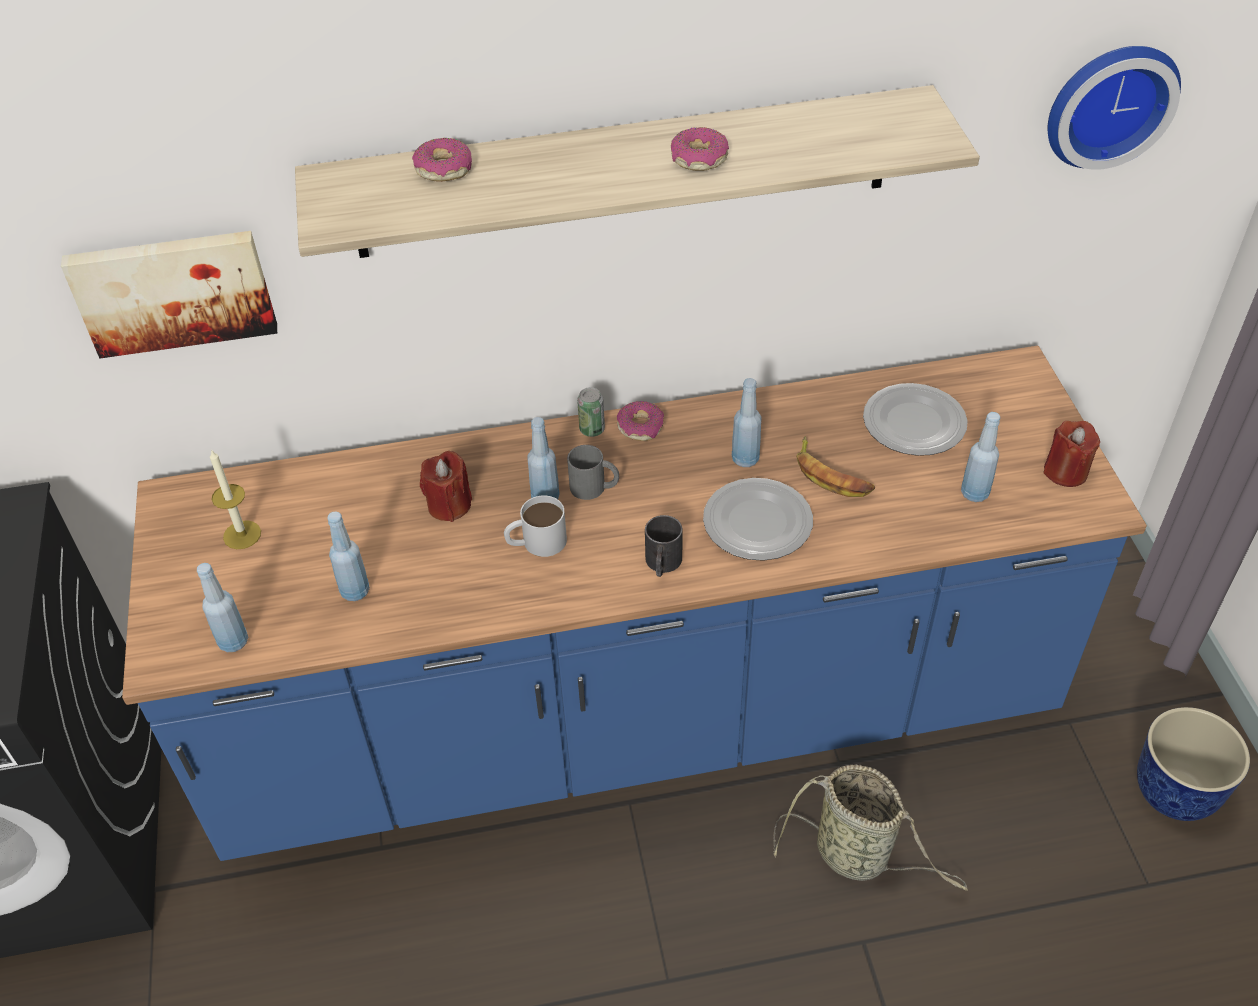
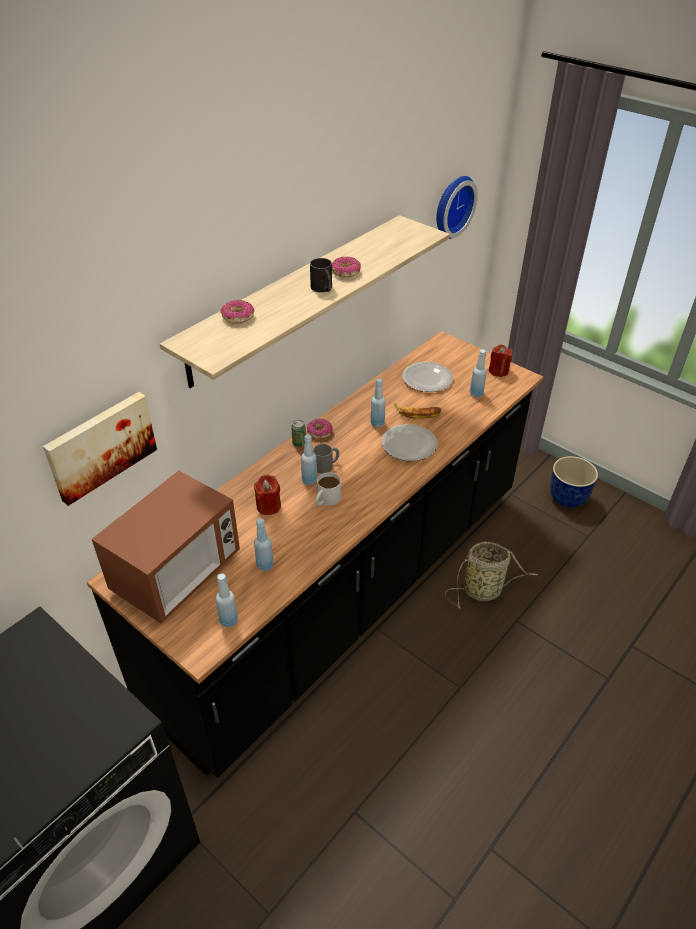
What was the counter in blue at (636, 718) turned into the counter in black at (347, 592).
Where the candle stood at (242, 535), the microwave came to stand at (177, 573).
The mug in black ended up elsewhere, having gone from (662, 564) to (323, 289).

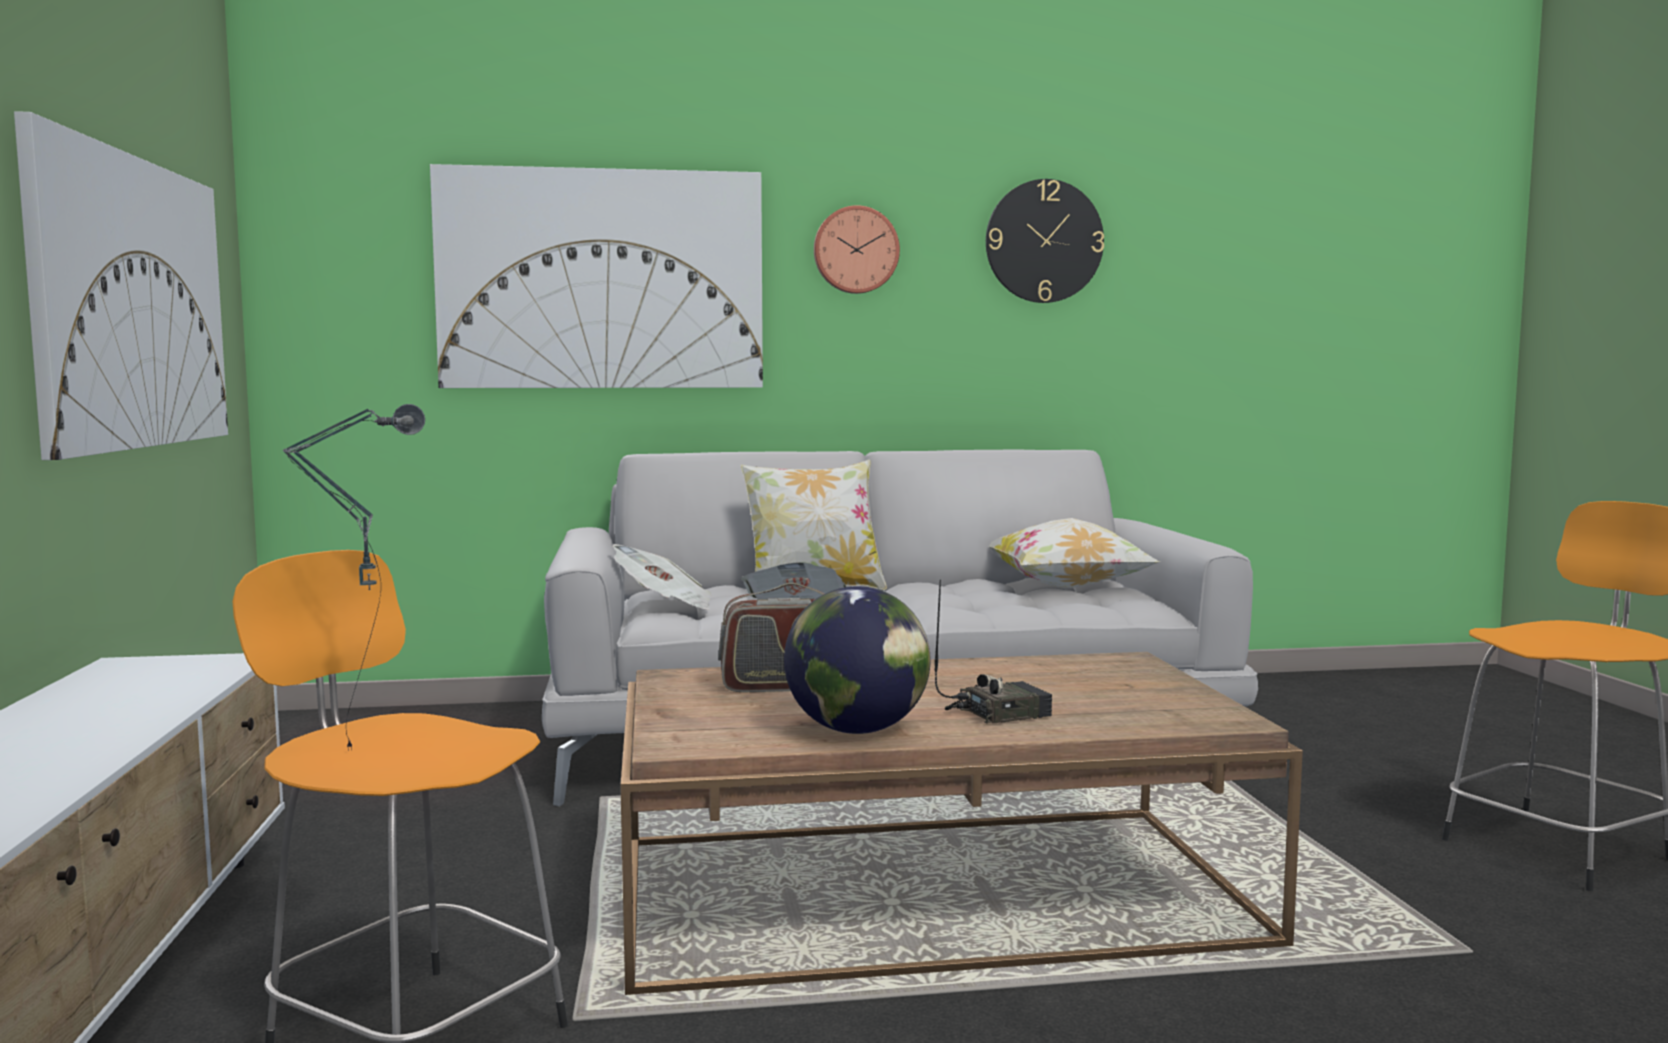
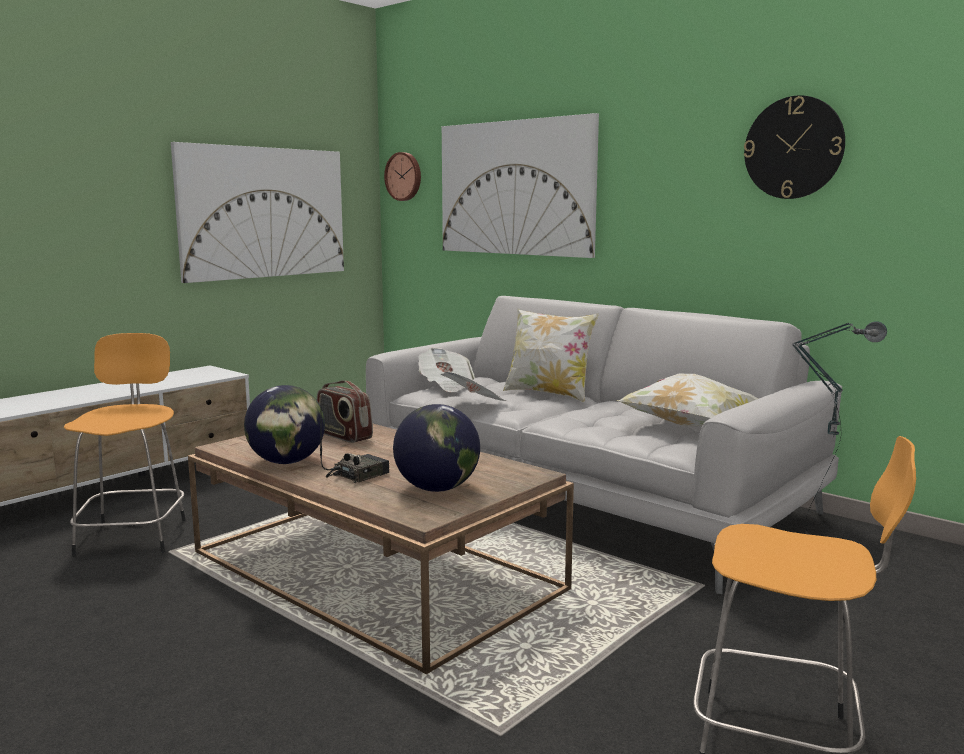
The radio at (998, 713) ended up facing another way, 75 degrees counterclockwise from before.
The wall clock ended up elsewhere, having gone from (855, 250) to (404, 176).
The second view gained the globe at (437, 488).
The table lamp ended up elsewhere, having gone from (369, 743) to (820, 531).

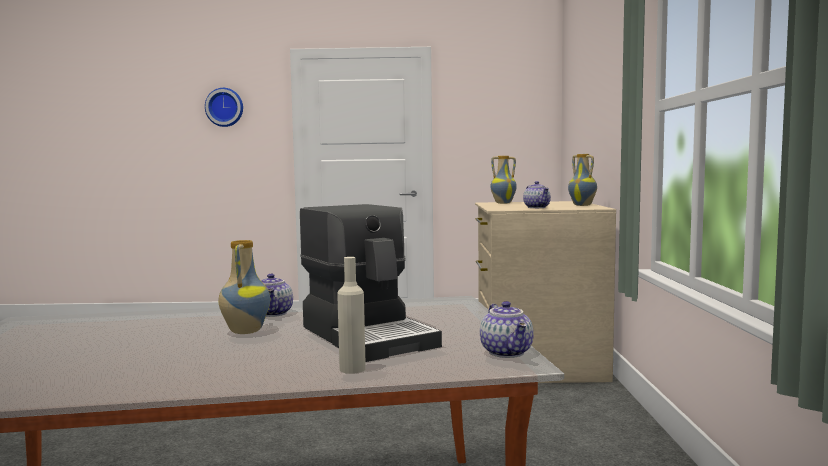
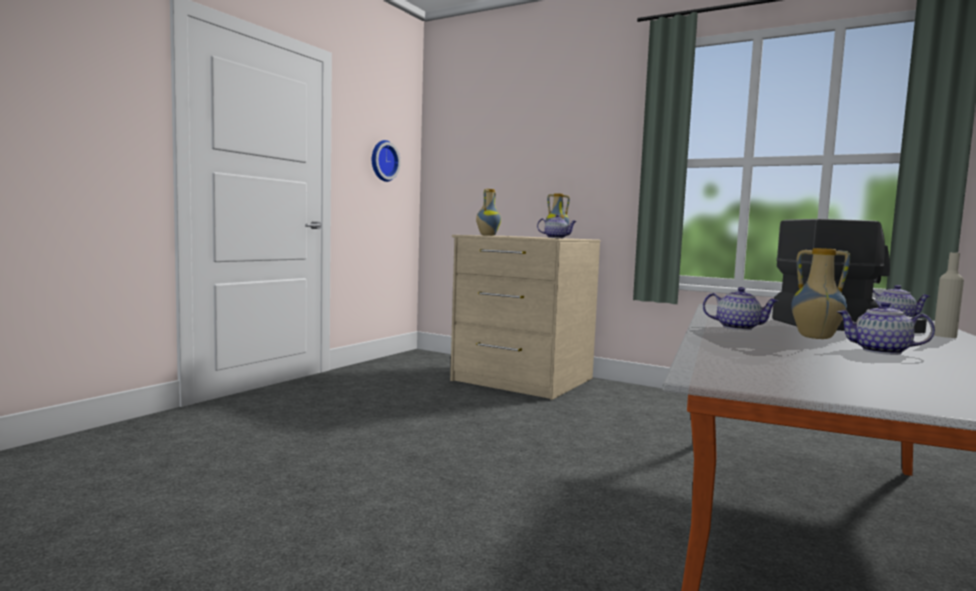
The wall clock ended up elsewhere, having gone from (225, 107) to (382, 161).
The second view gained the teapot at (880, 351).

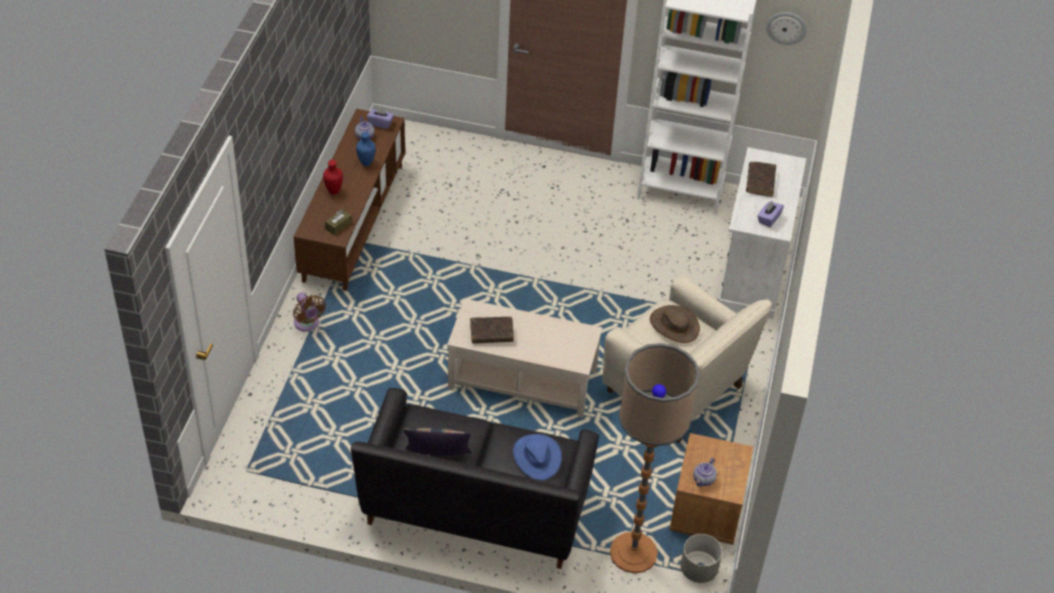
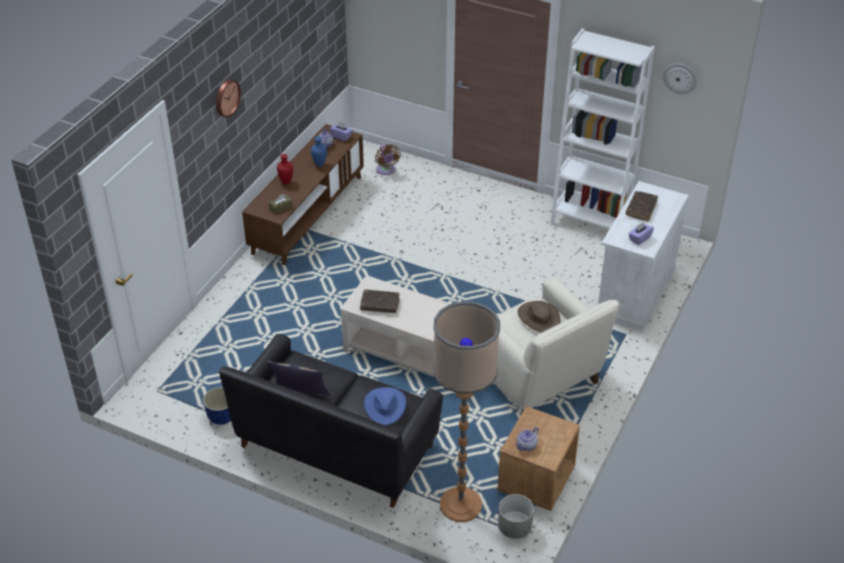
The second view gained the planter at (221, 417).
The second view gained the wall clock at (226, 97).
The fan in brown ended up elsewhere, having gone from (307, 324) to (386, 170).

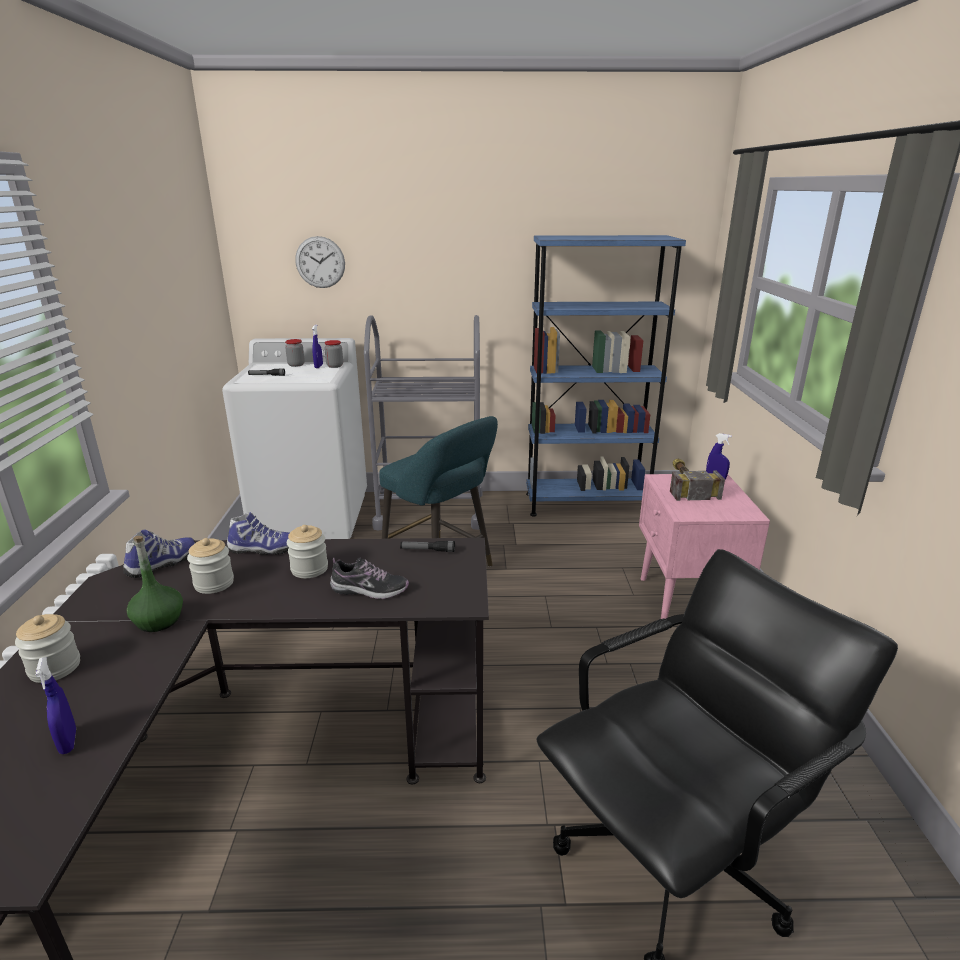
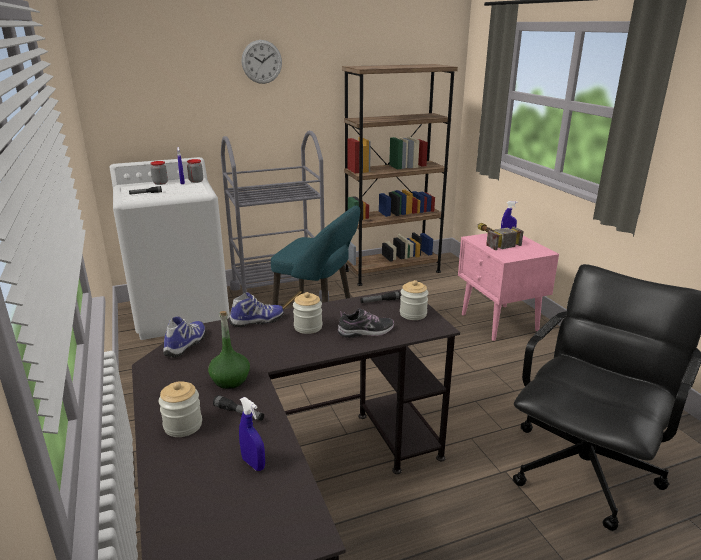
The second view gained the flashlight at (239, 413).
The wall clock ended up elsewhere, having gone from (320, 262) to (261, 62).
What was the bookcase in blue at (586, 503) turned into the bookcase in brown at (392, 271).
The jar ended up elsewhere, having gone from (214, 583) to (413, 314).

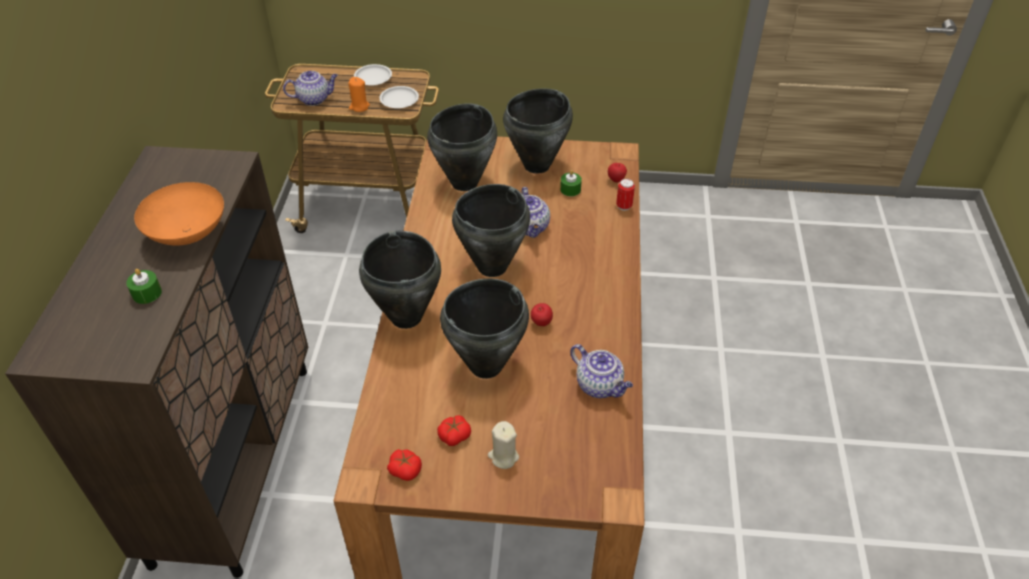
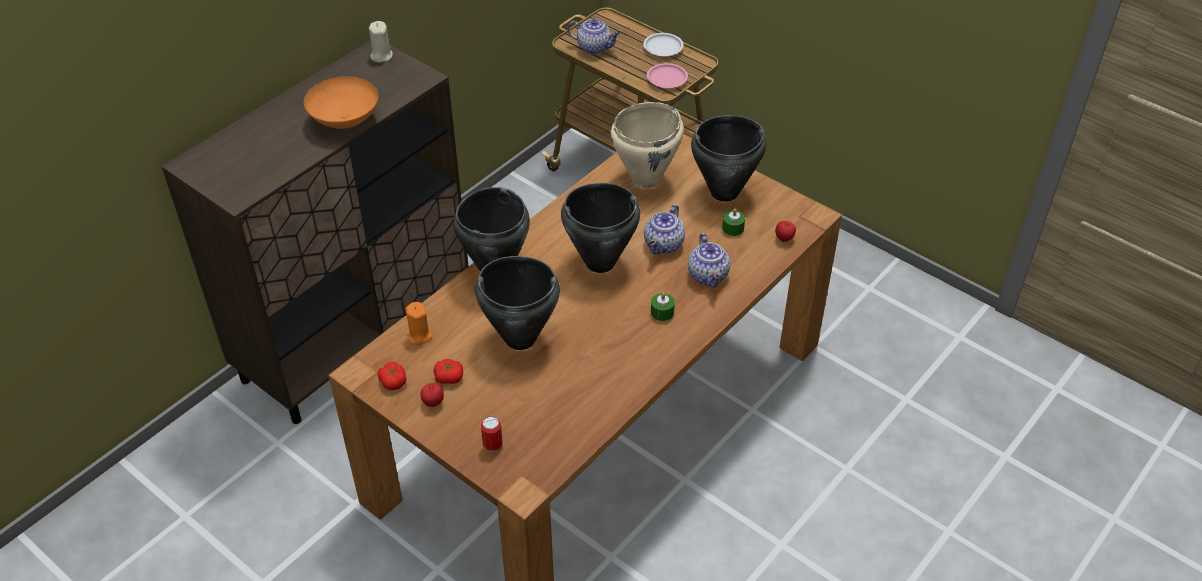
The candle in beige ended up elsewhere, having gone from (503, 456) to (381, 56).
The candle in orange ended up elsewhere, having gone from (359, 106) to (419, 335).
The apple ended up elsewhere, having gone from (541, 323) to (433, 403).
The can ended up elsewhere, having gone from (624, 206) to (492, 445).
What was the cooking pot in black at (465, 182) turned into the cooking pot in beige at (646, 179).
What was the plate in white at (399, 100) turned into the plate in pink at (666, 78).
The candle in green ended up elsewhere, having gone from (147, 293) to (662, 312).
The teapot ended up elsewhere, having gone from (600, 385) to (708, 276).

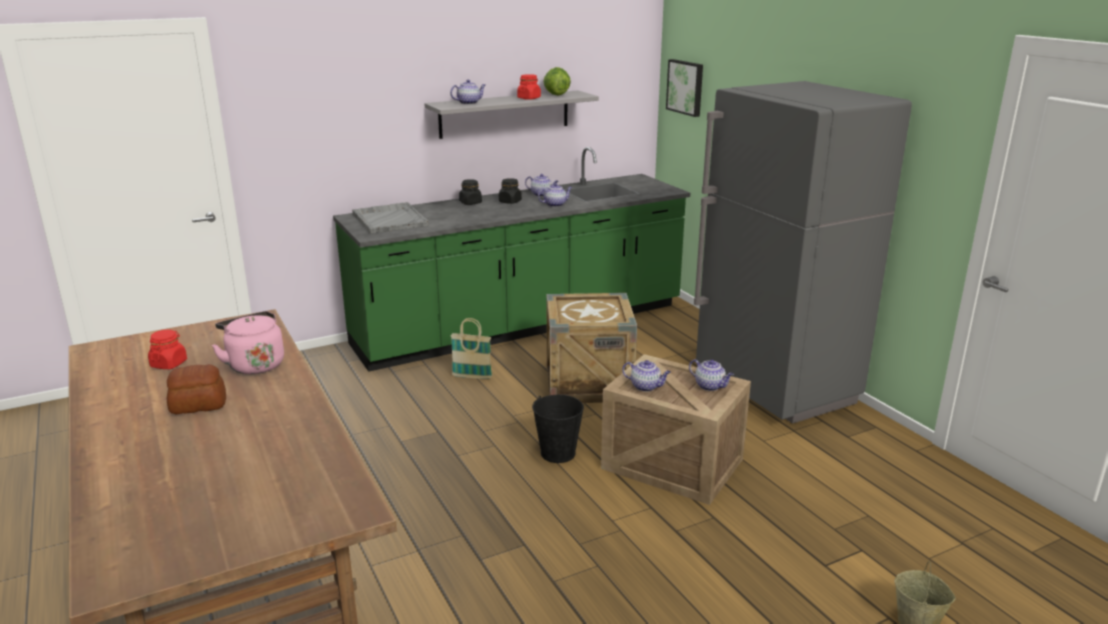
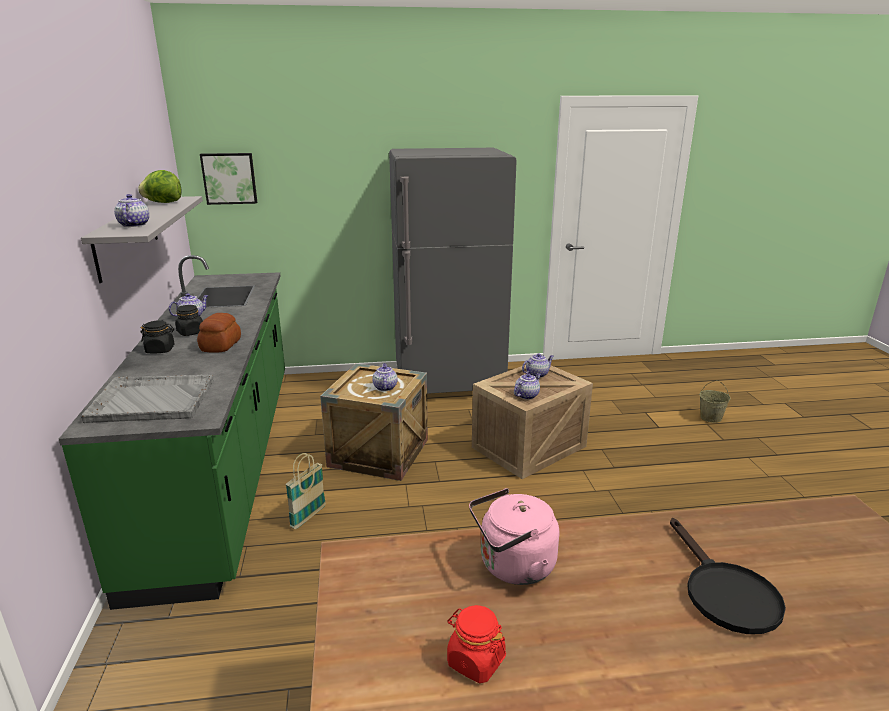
The bread ended up elsewhere, having gone from (198, 405) to (220, 345).
The teapot ended up elsewhere, having gone from (555, 204) to (385, 387).
The second view gained the frying pan in black at (724, 592).
The second view lost the jar in red at (529, 98).
The second view lost the bucket in black at (558, 453).

